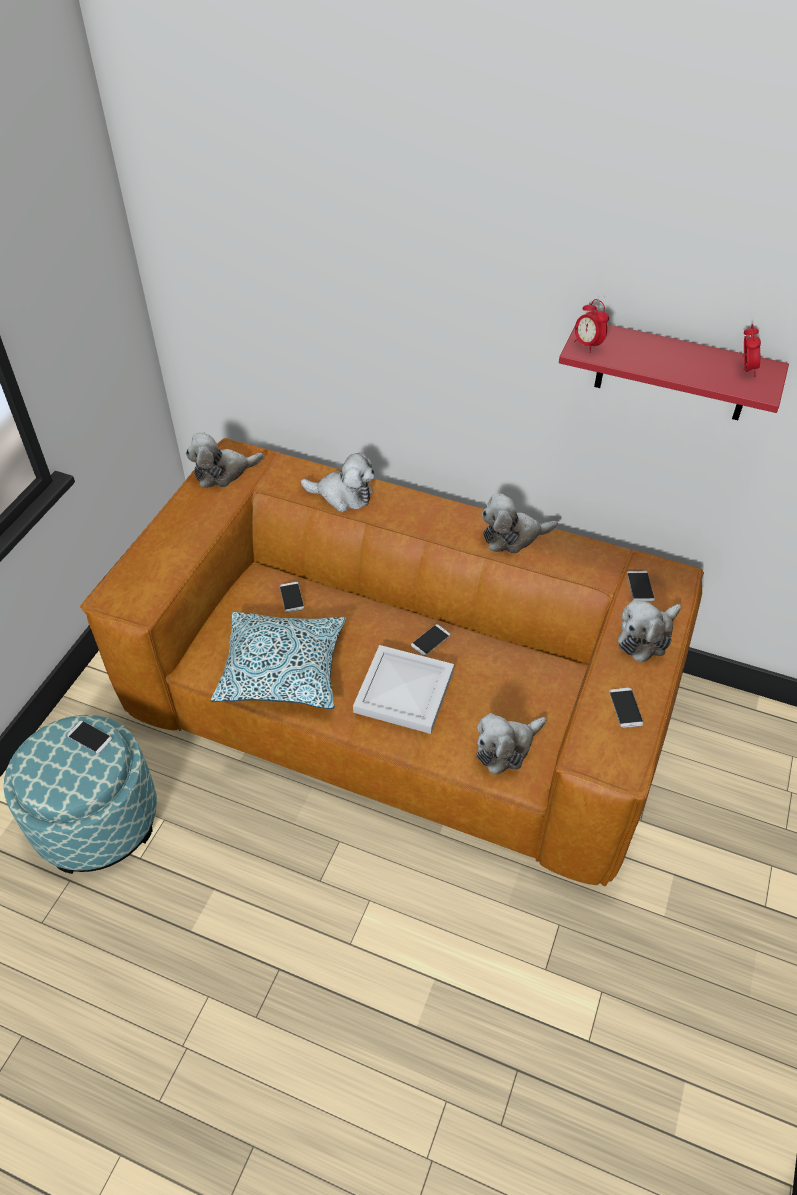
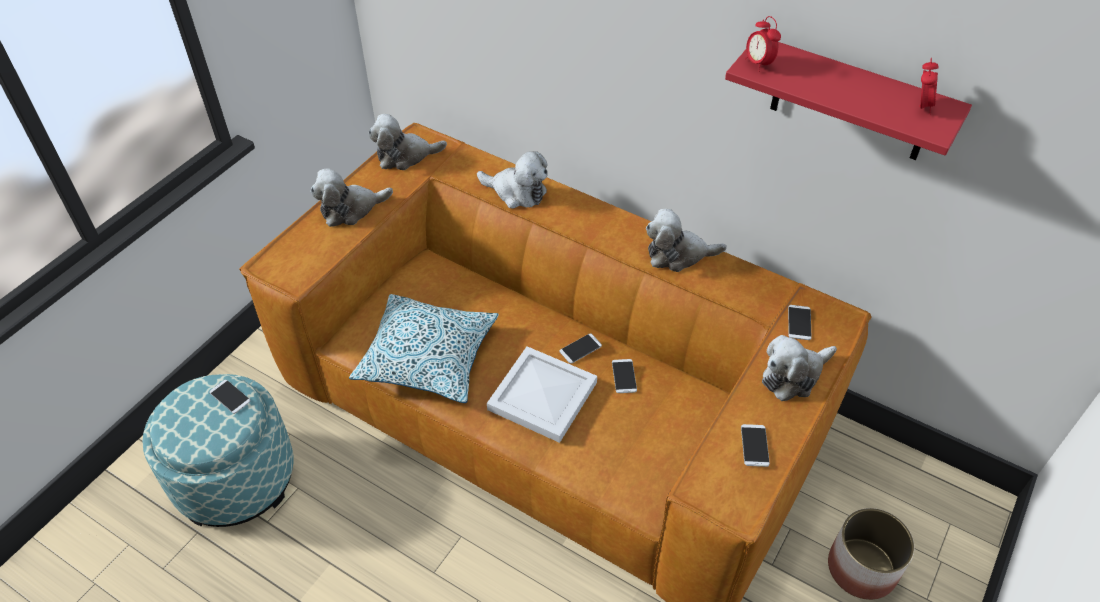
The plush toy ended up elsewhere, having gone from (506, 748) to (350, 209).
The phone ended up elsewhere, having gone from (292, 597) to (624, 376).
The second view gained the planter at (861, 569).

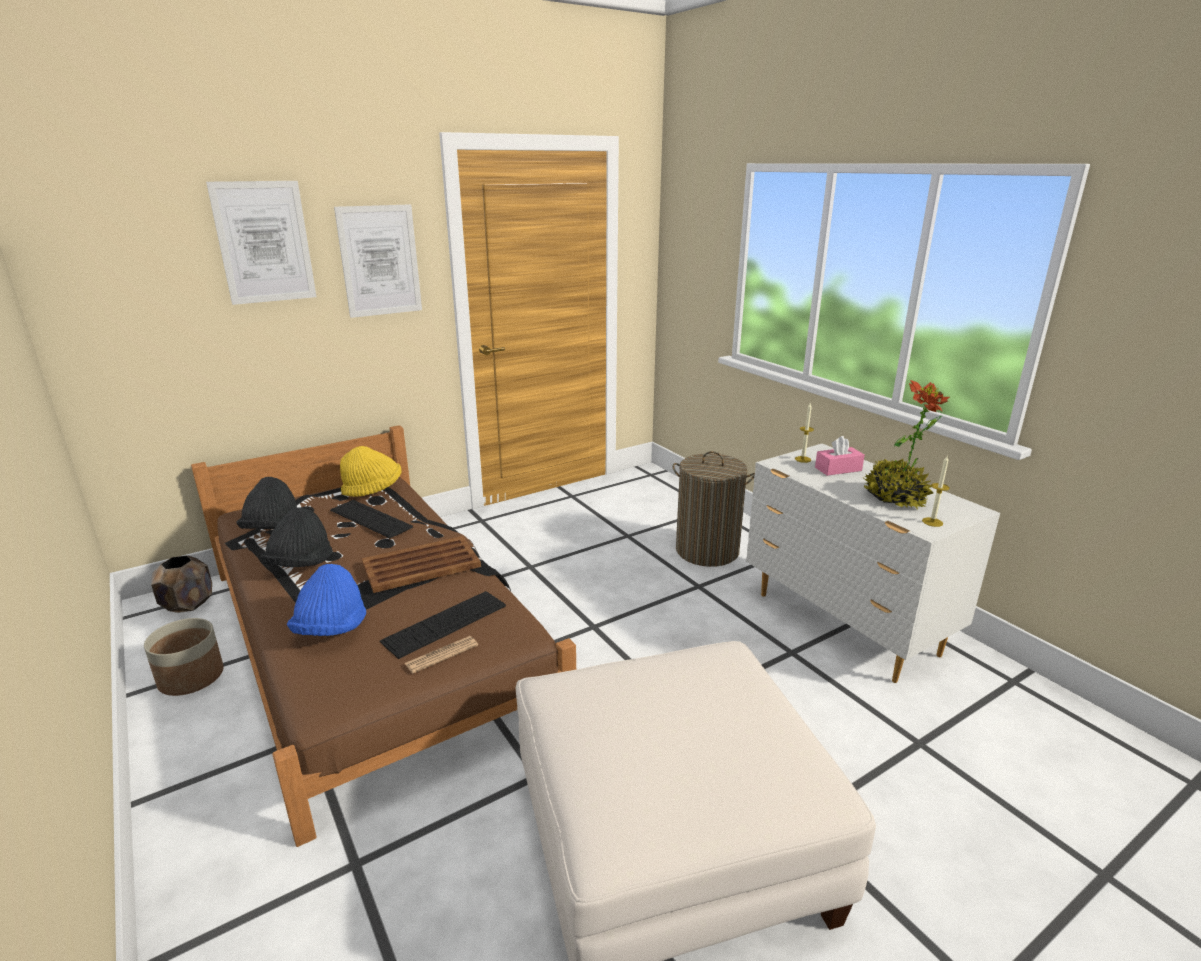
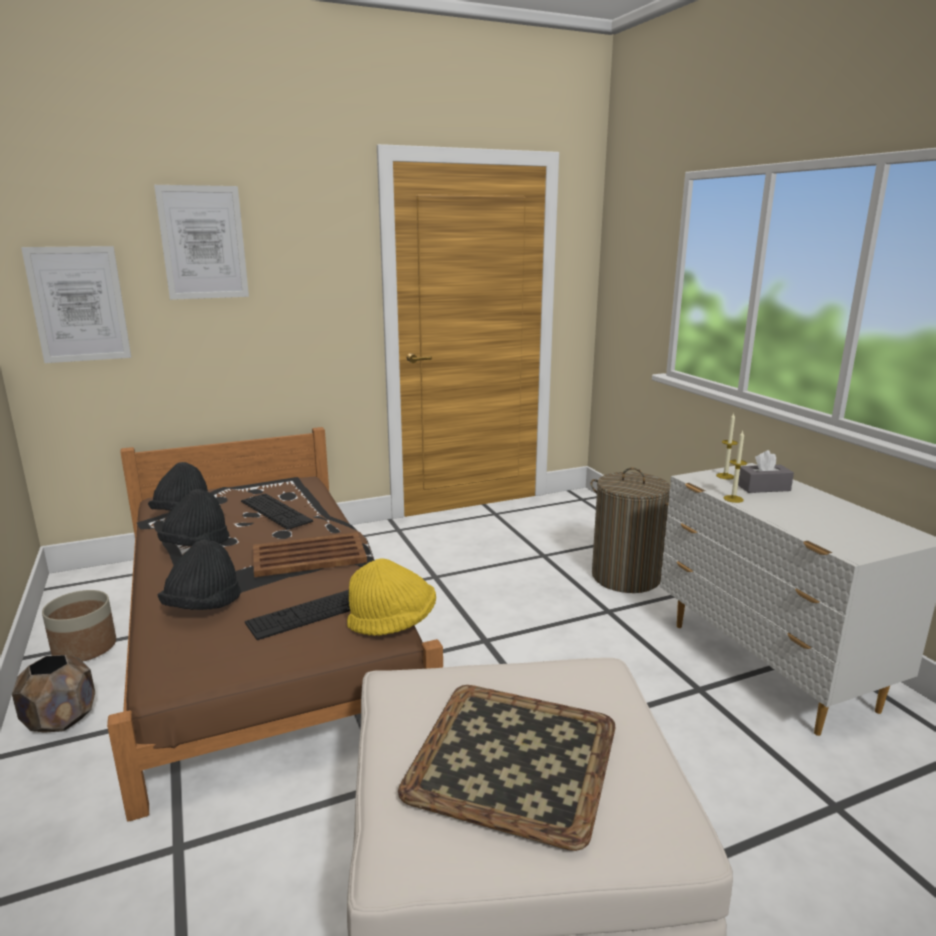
The planter in brown ended up elsewhere, having gone from (189, 604) to (62, 720).
The picture ended up elsewhere, having gone from (380, 261) to (79, 304).
What was the hat in blue at (331, 629) turned into the hat in black at (203, 607).
The hat in yellow ended up elsewhere, having gone from (373, 490) to (393, 623).
The second view gained the tray at (514, 760).
The candle ended up elsewhere, having gone from (932, 522) to (733, 499).
What was the tissue box in pink at (838, 469) turned into the tissue box in grey at (763, 487).
The second view lost the newspaper at (441, 655).
The second view lost the potted plant at (895, 497).

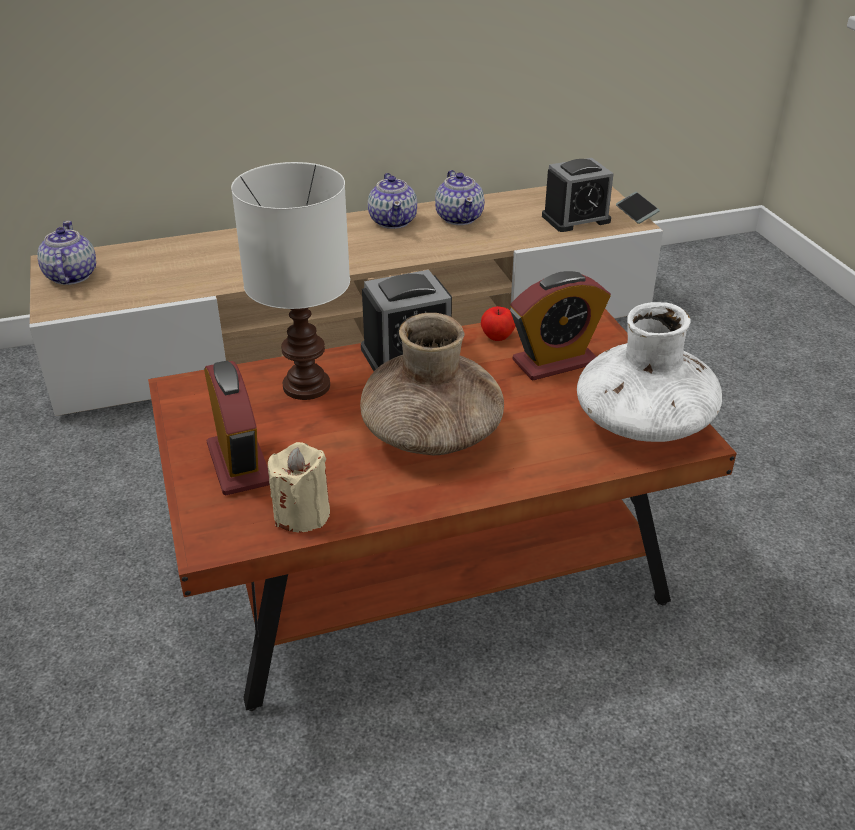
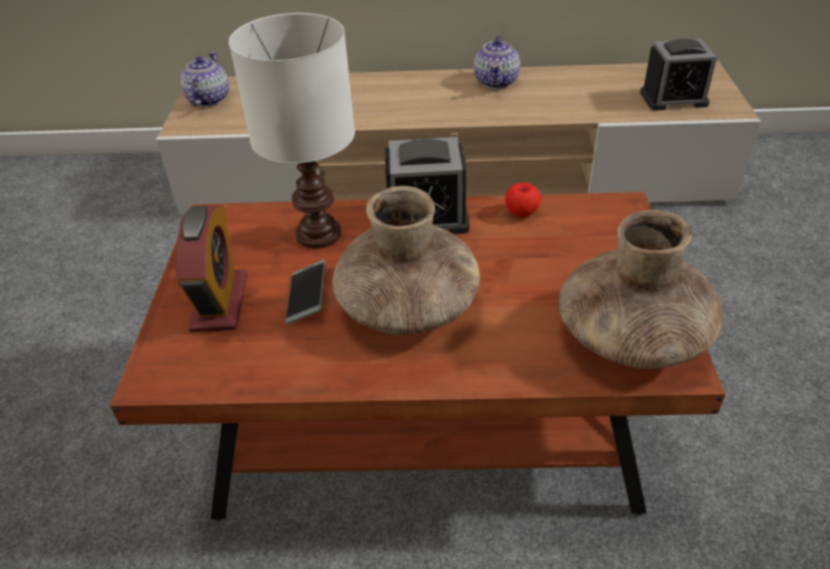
The phone ended up elsewhere, having gone from (636, 212) to (307, 297).
What was the vase in white at (642, 423) turned into the vase in brown at (631, 336).
The second view lost the candle in beige at (302, 514).
The second view lost the teapot at (459, 218).
The second view lost the alarm clock at (555, 362).

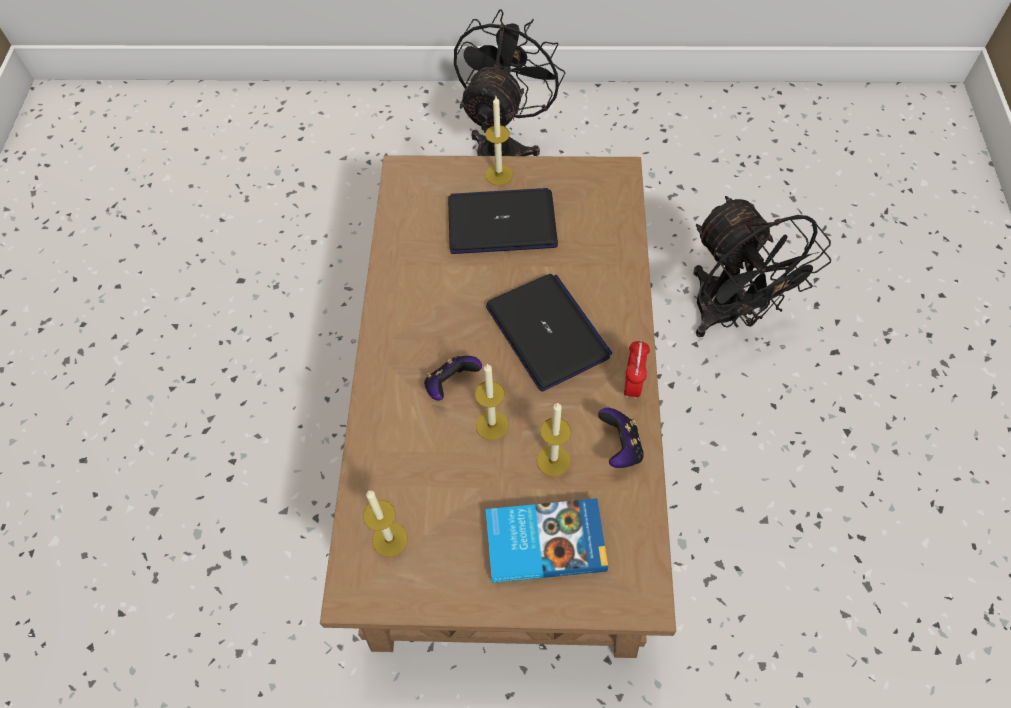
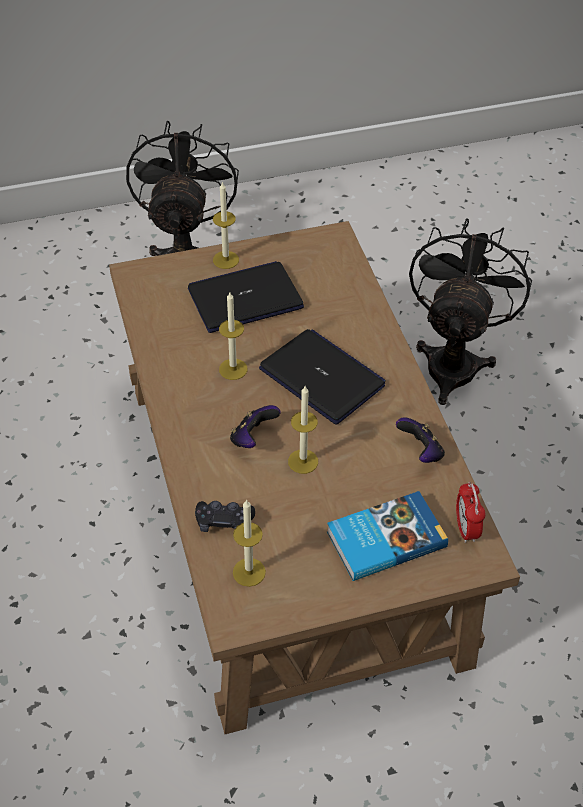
The second view gained the game controller in black at (224, 522).
The candle ended up elsewhere, having gone from (553, 460) to (233, 369).
The fan in black at (728, 315) ended up facing another way, 120 degrees counterclockwise from before.
The alarm clock ended up elsewhere, having gone from (632, 384) to (466, 529).

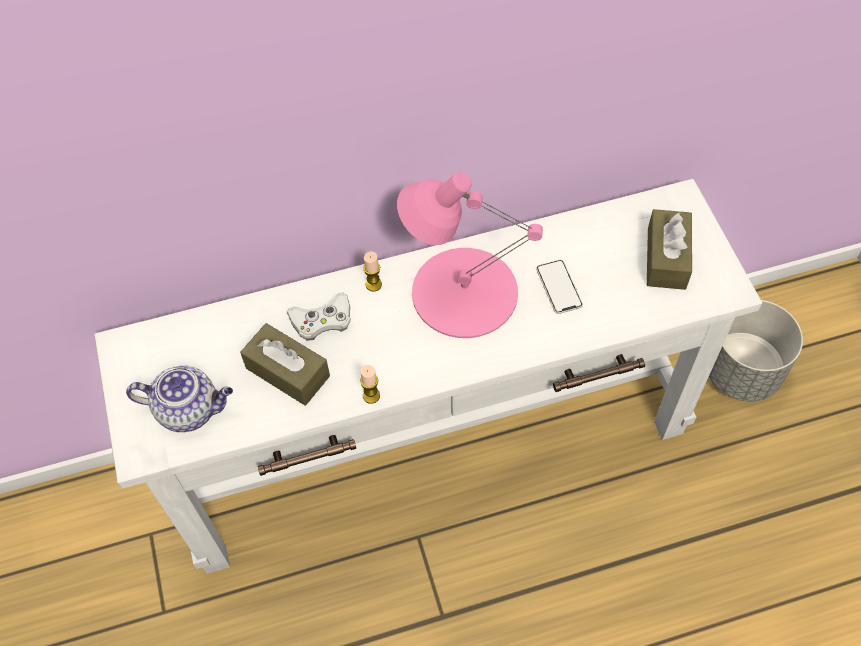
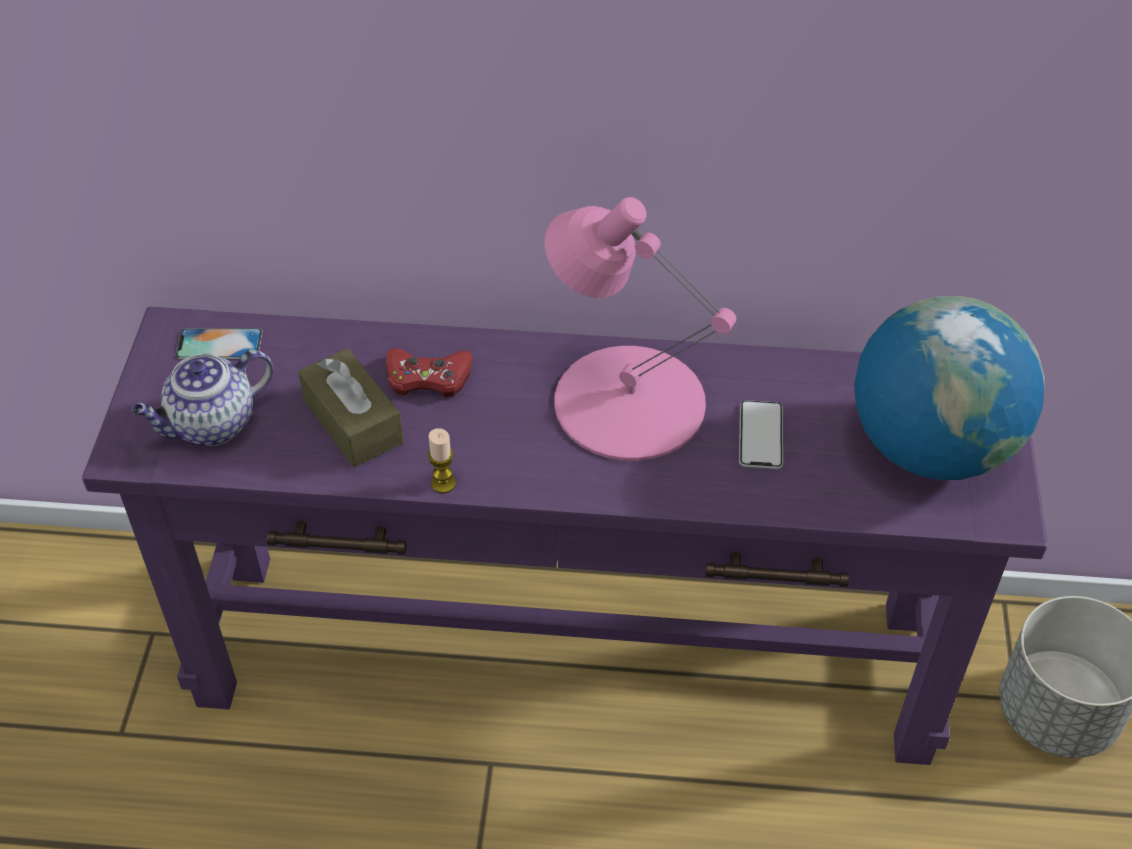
What was the console table in white at (434, 446) turned into the console table in purple at (567, 656).
The teapot at (190, 409) ended up facing another way, 120 degrees clockwise from before.
The second view gained the phone at (219, 344).
What was the game controller in white at (322, 320) turned into the game controller in red at (428, 378).
Where the tissue box in brown stood at (666, 258), the globe came to stand at (931, 447).
The second view lost the candle at (373, 284).

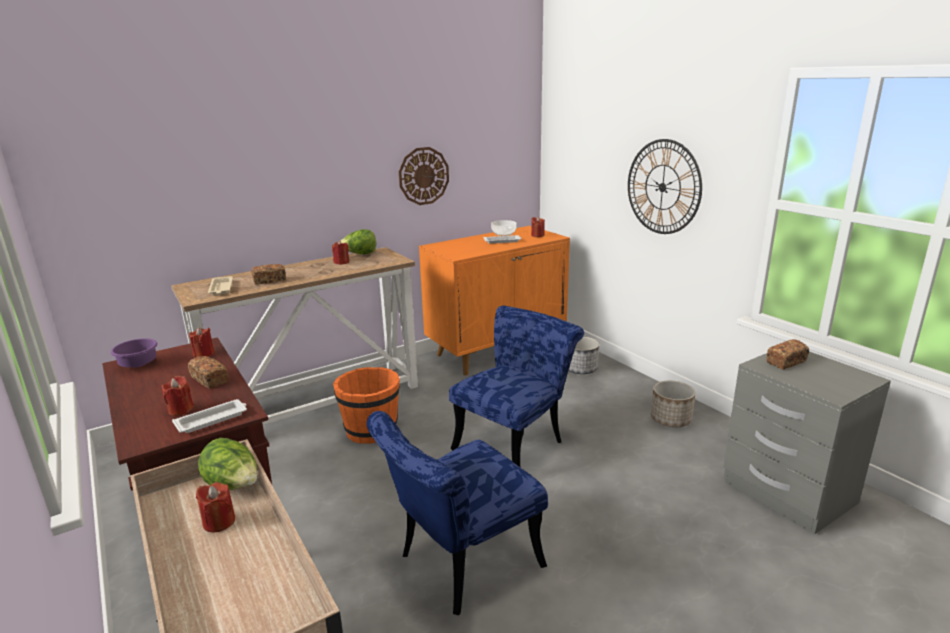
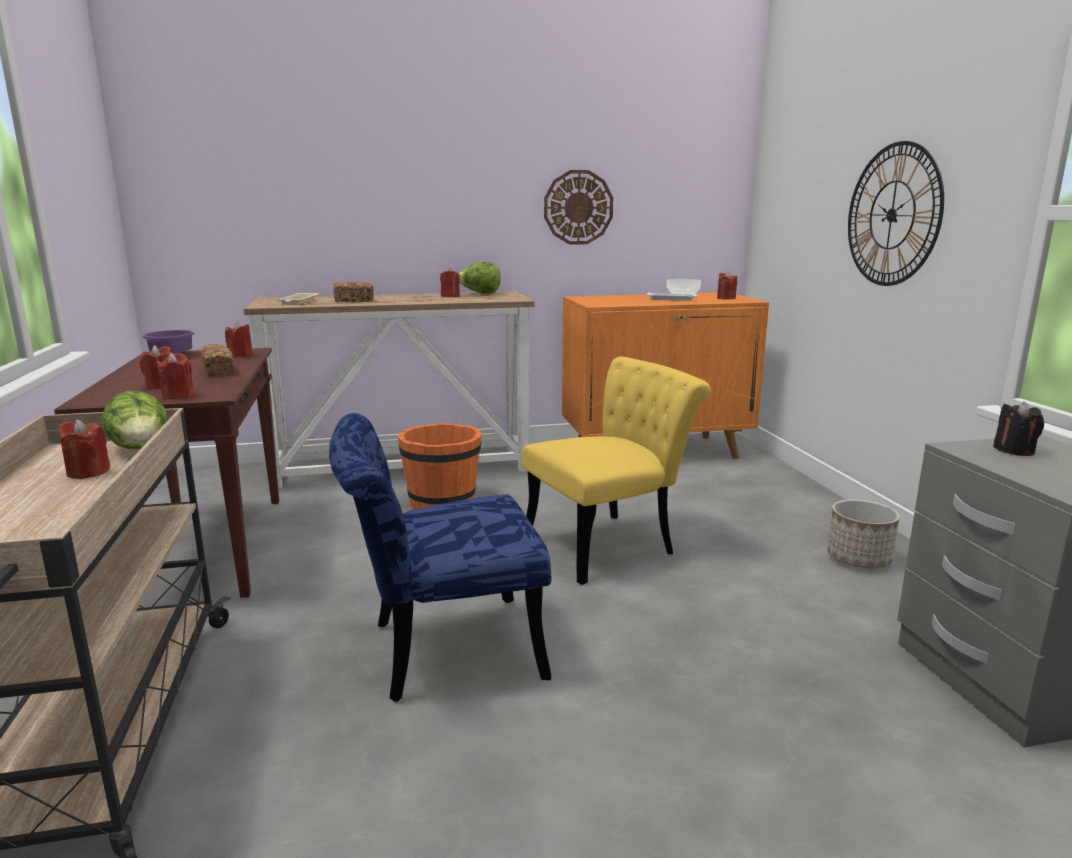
Where the tray in white stood at (212, 419), the candle in red came to stand at (178, 395).
What was the chair in blue at (515, 443) turned into the chair in yellow at (609, 544).
Where the bread stood at (786, 362), the candle in black came to stand at (1014, 450).
The second view lost the planter at (580, 369).

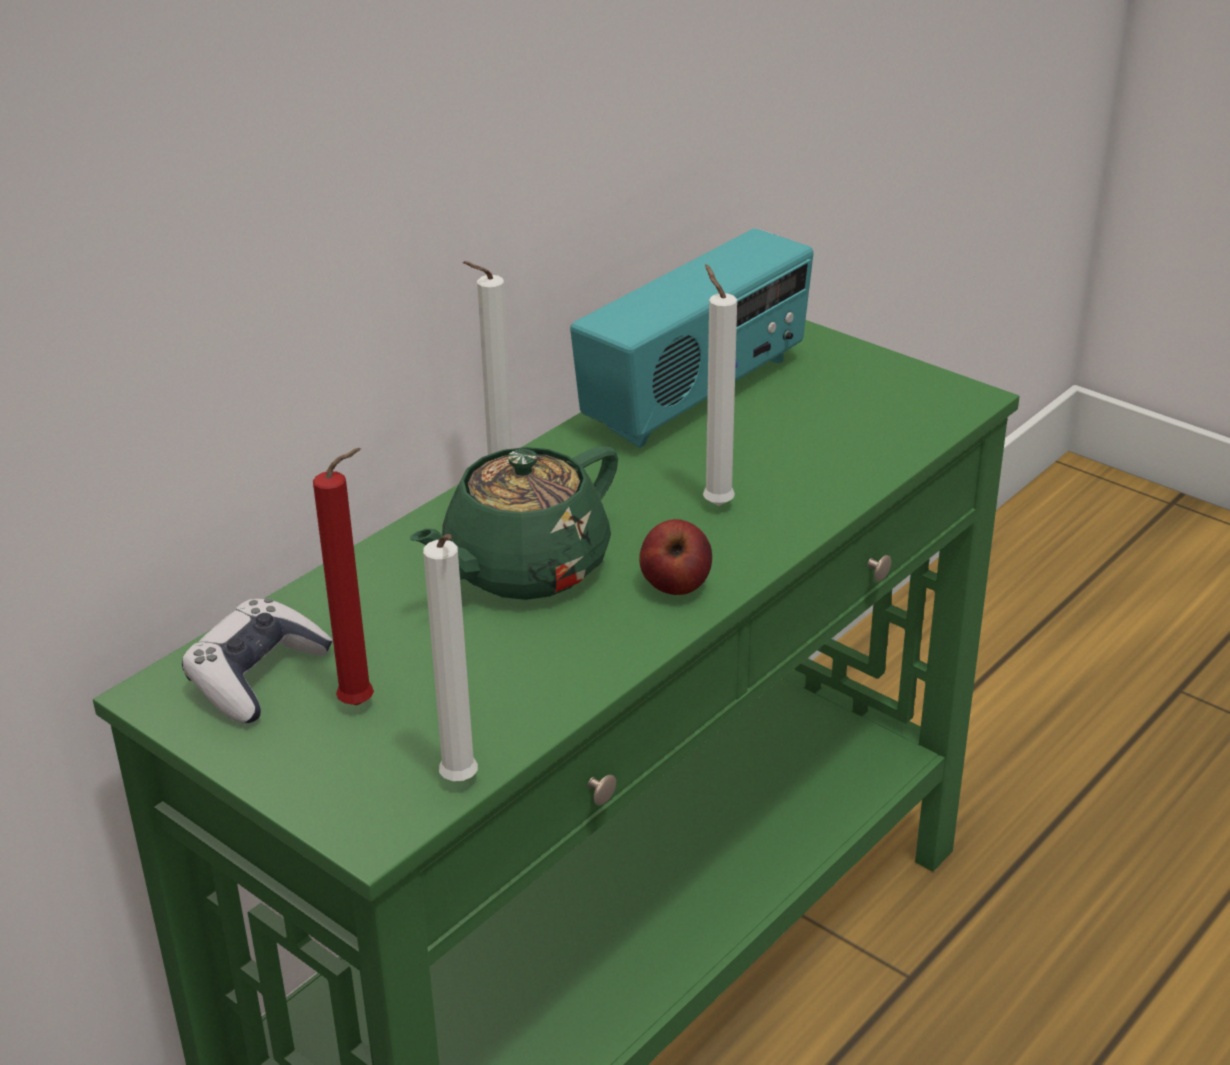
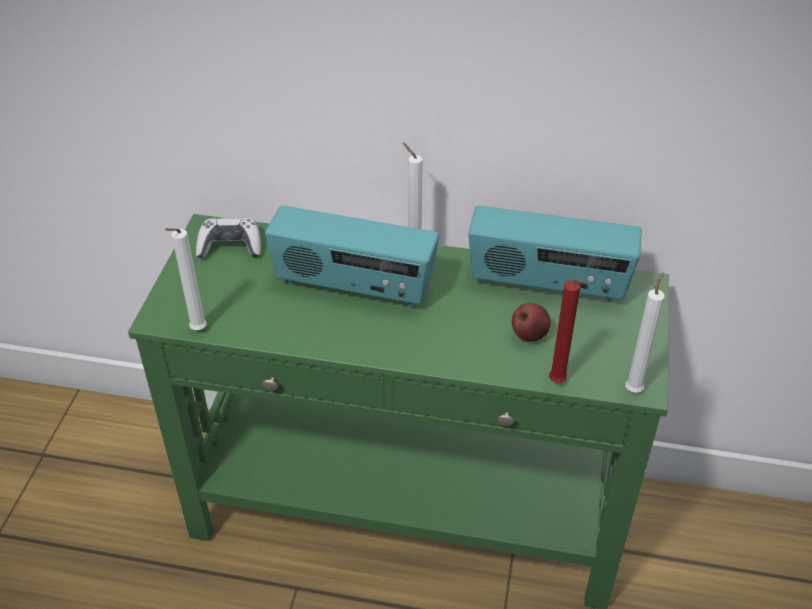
Where the teapot in green stood at (523, 568), the radio came to stand at (353, 287).
The apple ended up elsewhere, having gone from (675, 587) to (529, 335).
The candle in red ended up elsewhere, having gone from (363, 704) to (559, 383).
The candle in white ended up elsewhere, having gone from (715, 503) to (634, 388).

